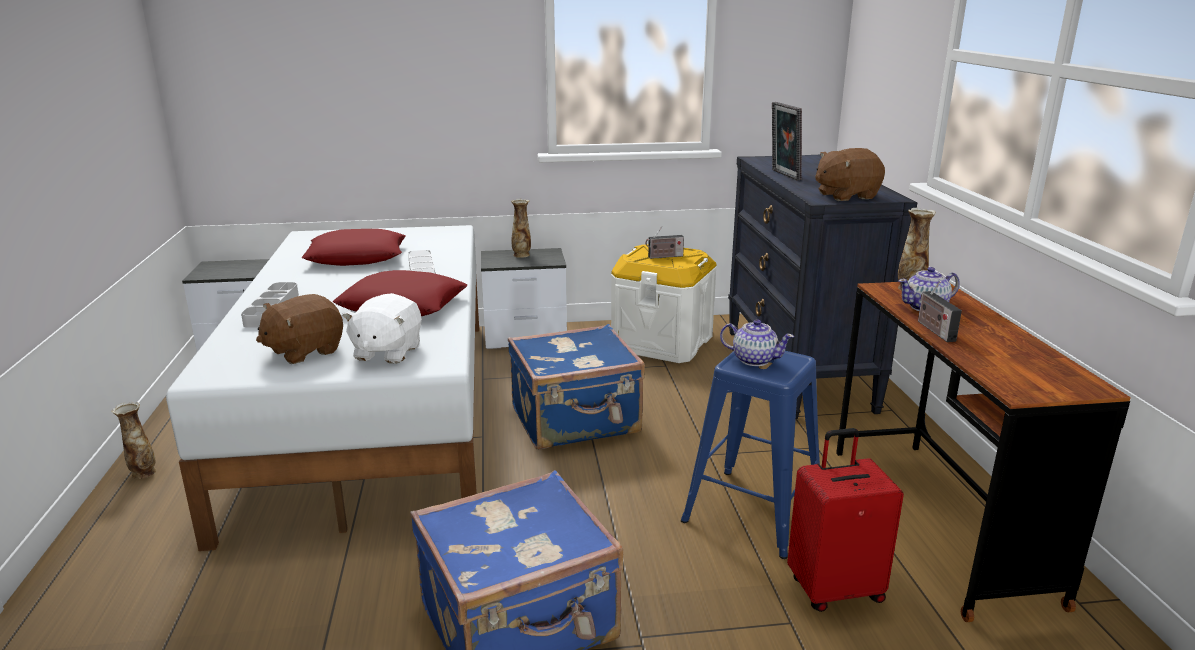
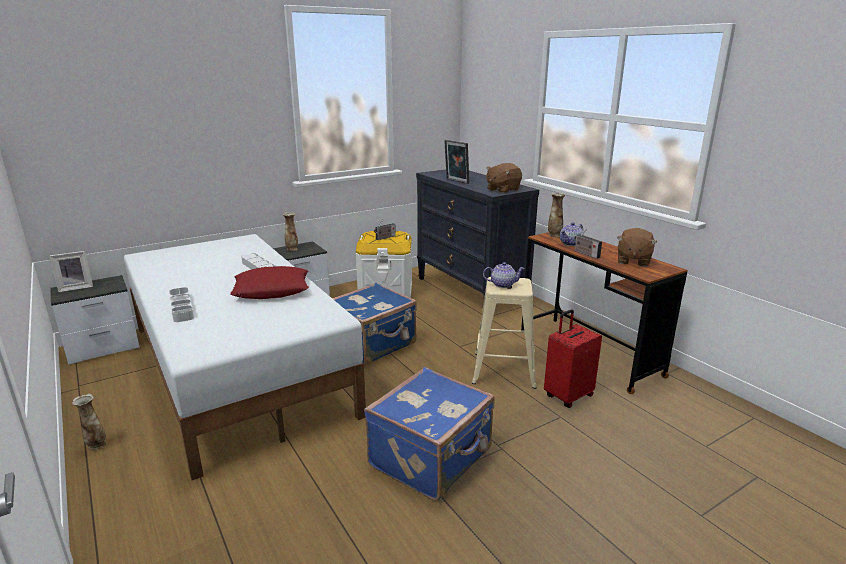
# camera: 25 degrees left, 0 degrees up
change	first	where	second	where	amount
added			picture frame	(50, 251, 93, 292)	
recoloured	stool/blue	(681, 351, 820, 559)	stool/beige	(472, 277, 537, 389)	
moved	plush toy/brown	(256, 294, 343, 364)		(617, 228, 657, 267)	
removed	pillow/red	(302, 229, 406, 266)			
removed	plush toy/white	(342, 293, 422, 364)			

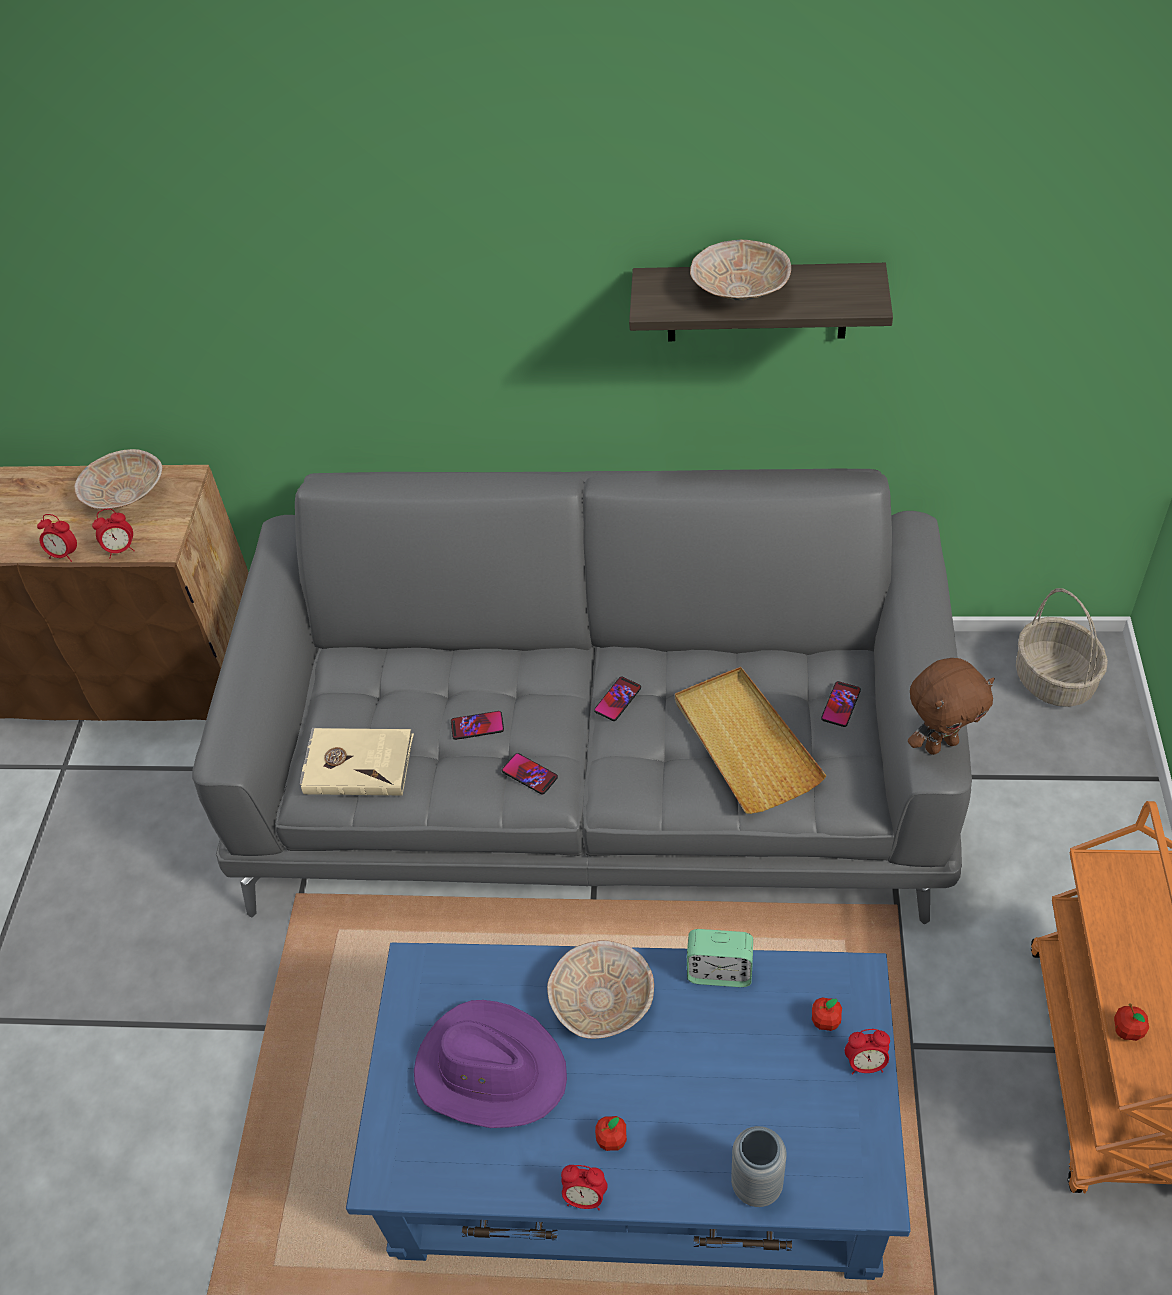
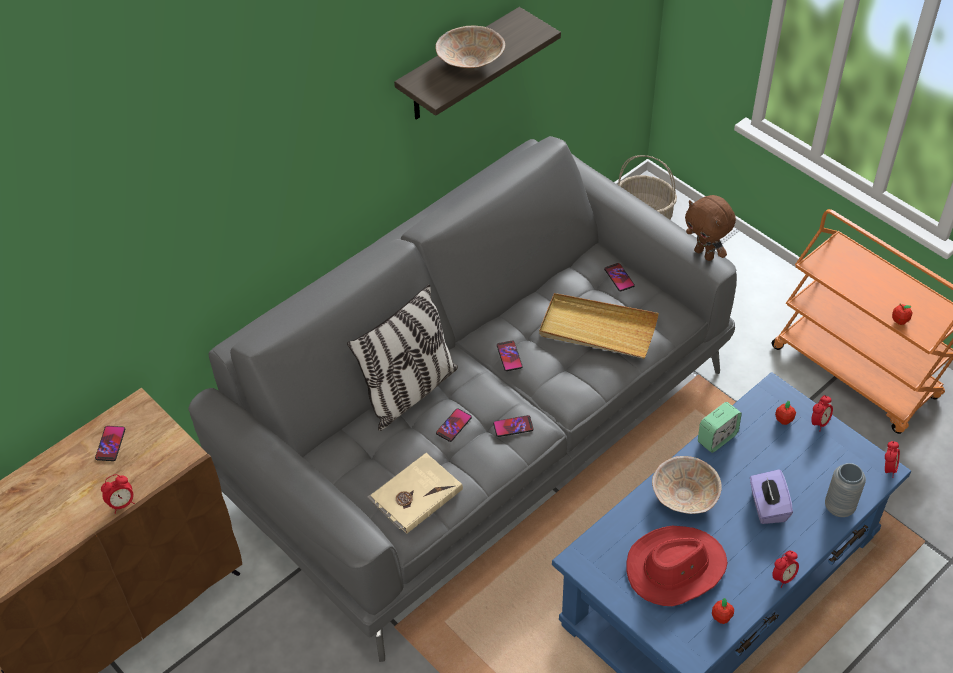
# camera: 50 degrees left, 0 degrees up
change	first	where	second	where	amount
replaced	bowl/beige	(74, 449, 163, 509)	phone	(95, 426, 125, 461)	
added			pillow	(347, 284, 458, 431)	
recoloured	hat/purple	(414, 1000, 567, 1128)	hat/red	(626, 526, 727, 606)	
turned	plush toy/brown	(908, 658, 995, 755)		(685, 195, 736, 261)	120 degrees clockwise
moved	apple	(595, 1116, 627, 1151)		(712, 598, 734, 624)	
added			tissue box/purple	(750, 469, 793, 524)	
moved	alarm clock	(92, 509, 135, 558)		(885, 441, 900, 478)	

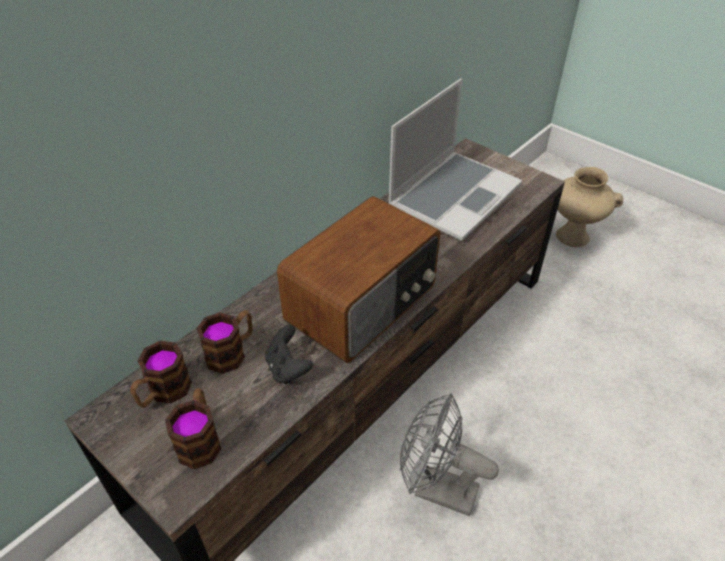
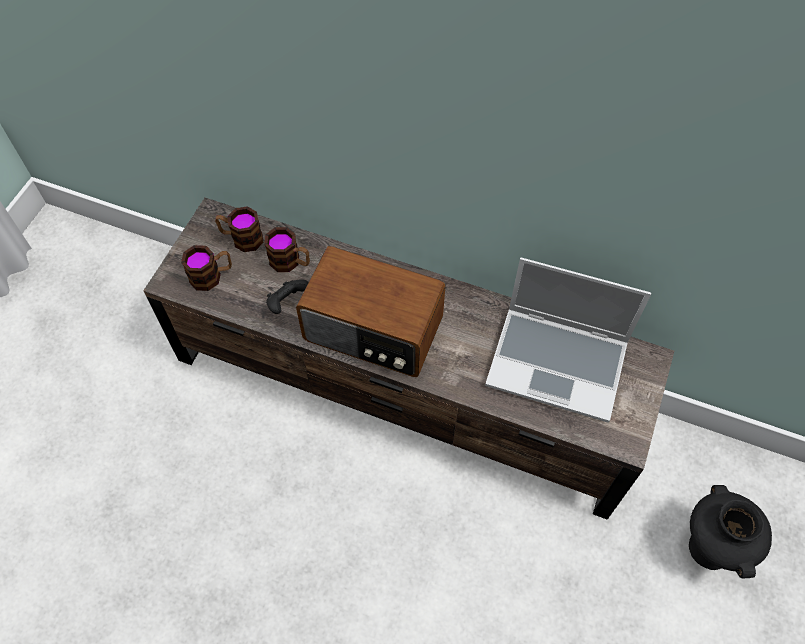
# camera: 70 degrees right, 15 degrees up
change	first	where	second	where	amount
recoloured	vase/beige	(556, 167, 623, 247)	vase/black	(689, 485, 772, 578)	
removed	fan/grey	(400, 393, 499, 516)			

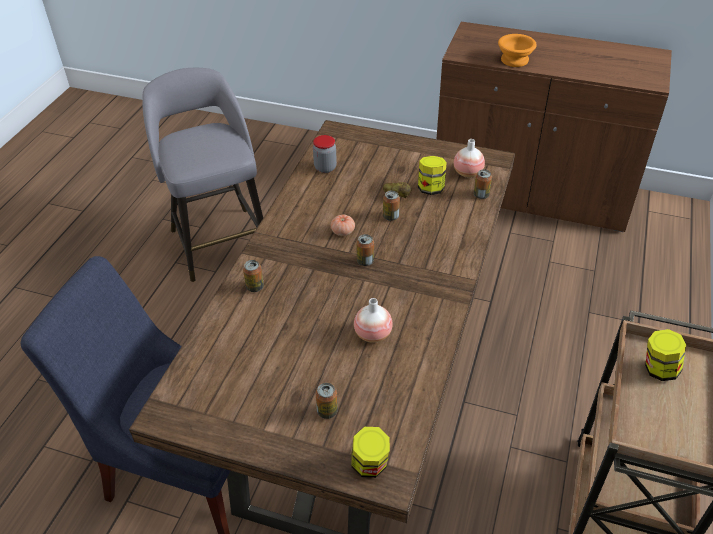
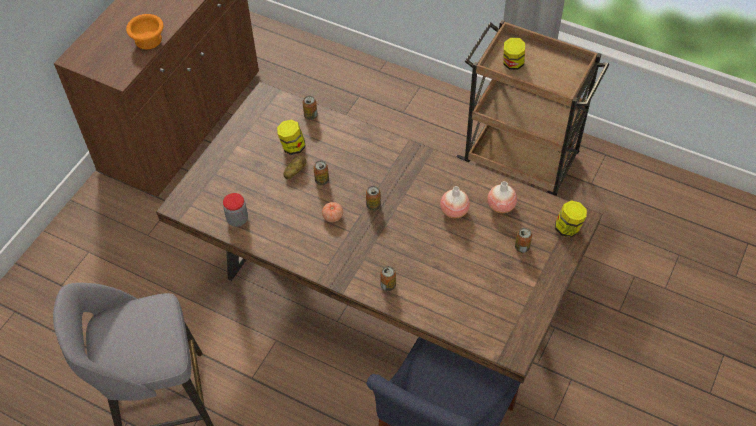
# camera: 80 degrees left, 10 degrees up
change	first	where	second	where	amount
moved	vase	(454, 139, 485, 178)		(487, 181, 517, 213)	

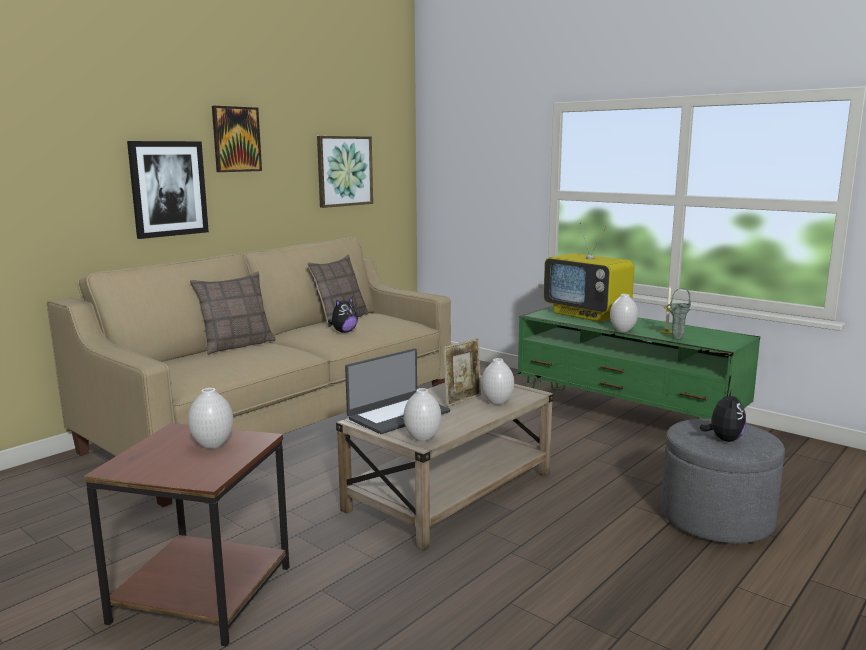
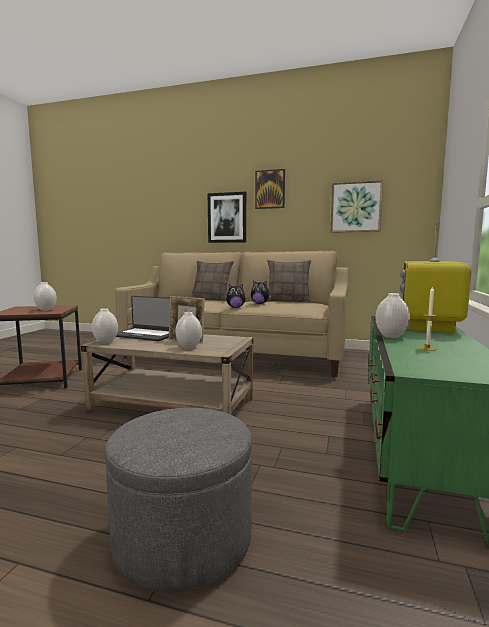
# camera: 65 degrees right, 5 degrees down
change	first	where	second	where	amount
moved	plush toy	(700, 389, 746, 442)		(226, 284, 246, 308)	
removed	vase/green	(666, 288, 691, 340)			

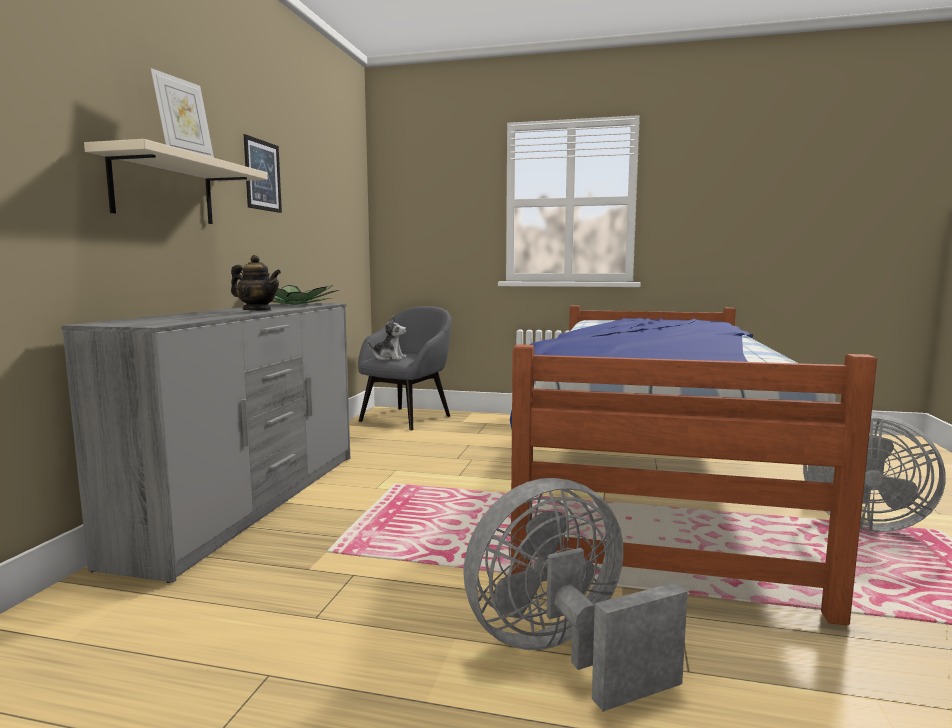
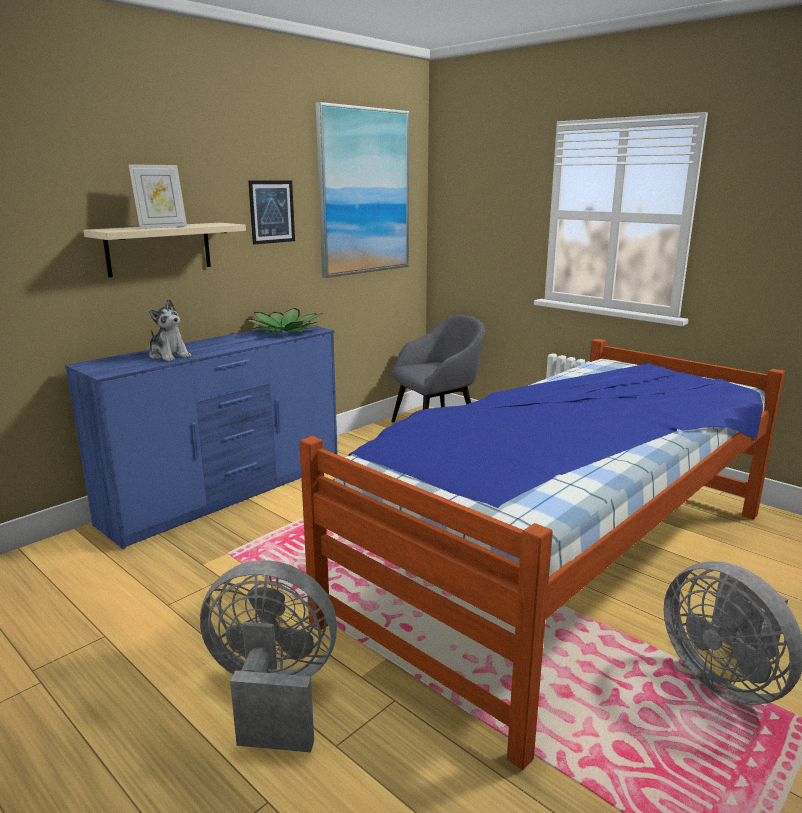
# camera: 30 degrees right, 10 degrees up
change	first	where	second	where	amount
recoloured	dresser/grey	(61, 303, 350, 583)	dresser/blue	(65, 325, 338, 549)	
moved	plush toy	(368, 316, 407, 360)		(149, 299, 191, 361)	
added			picture	(316, 102, 409, 278)	
removed	teapot	(231, 255, 281, 311)			

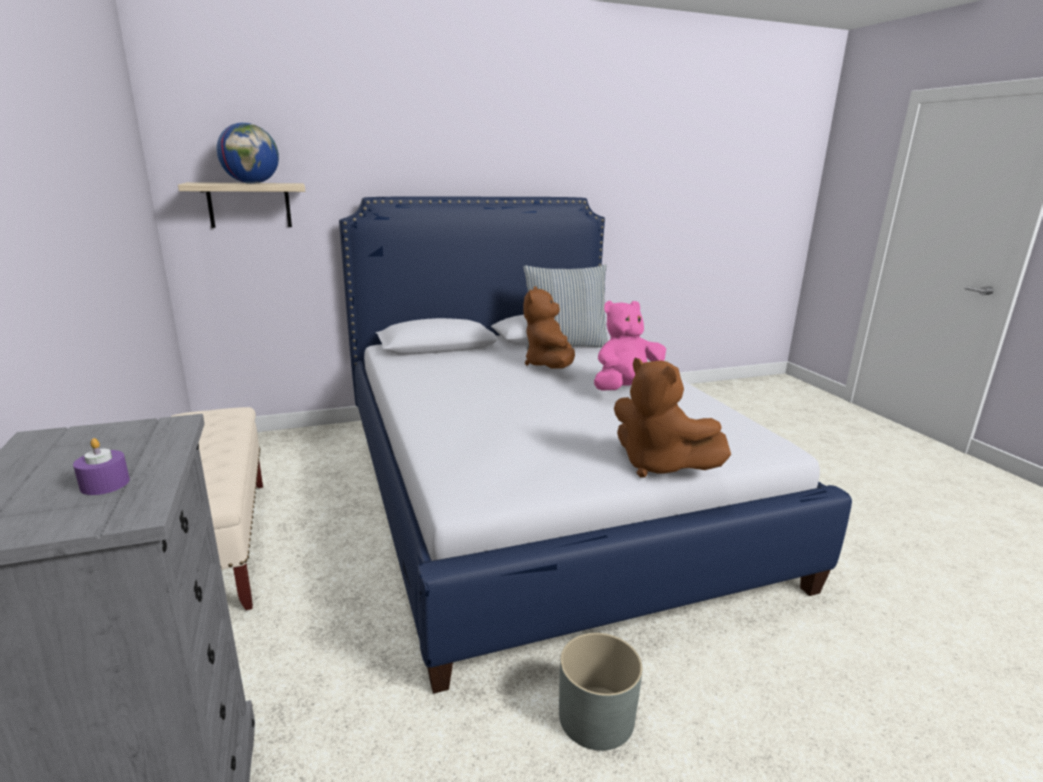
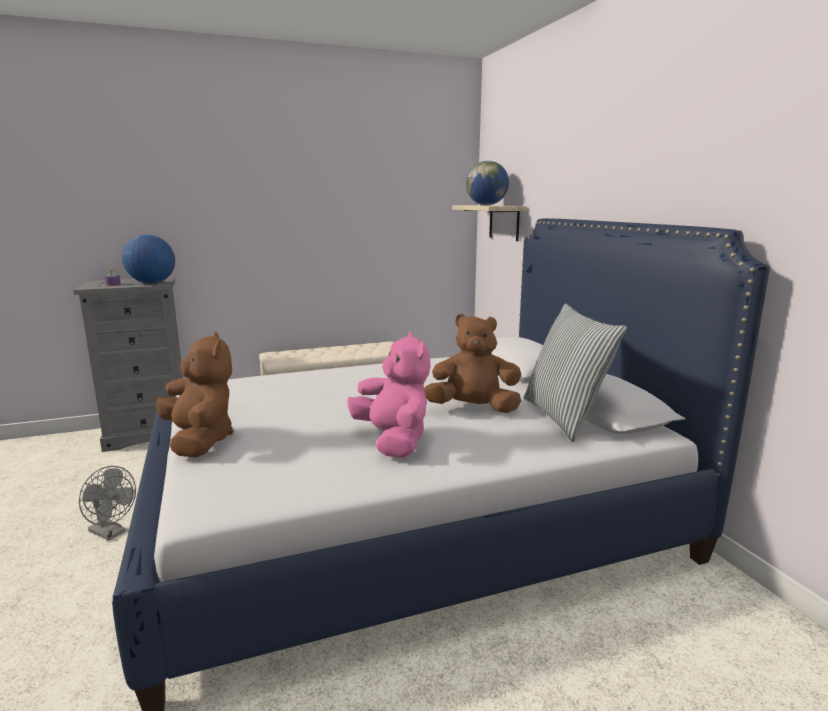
# camera: 90 degrees right, 5 degrees down
change	first	where	second	where	amount
replaced	planter/grey	(559, 633, 643, 751)	fan/grey	(79, 466, 136, 541)	
added			globe	(122, 235, 175, 284)	
turned	plush toy/brown	(614, 358, 731, 478)		(156, 332, 234, 457)	105 degrees clockwise

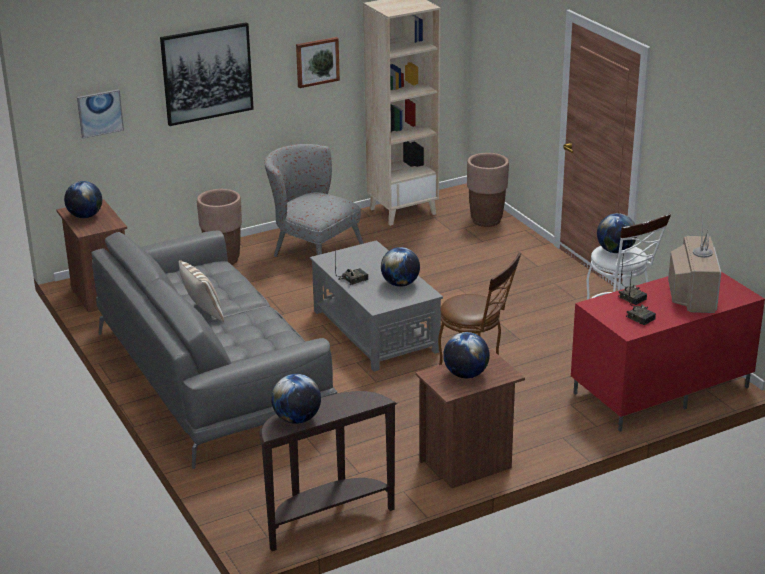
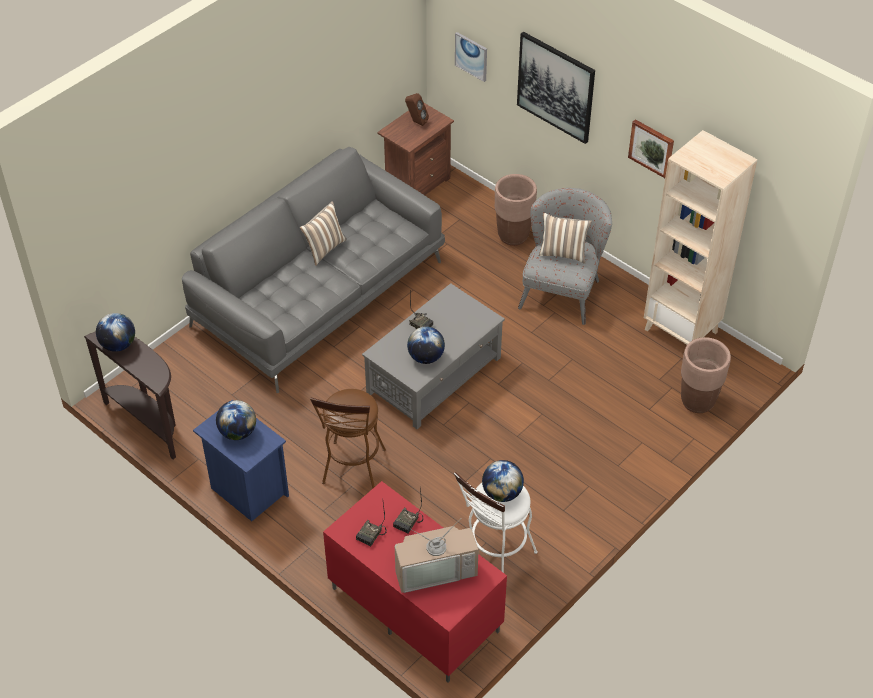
# camera: 70 degrees right, 20 degrees up
change	first	where	second	where	amount
recoloured	nightstand/brown	(415, 350, 525, 488)	nightstand/blue	(193, 400, 289, 521)	
replaced	globe	(64, 181, 102, 218)	speaker/brown	(405, 93, 429, 126)	
added			pillow	(539, 213, 592, 263)	

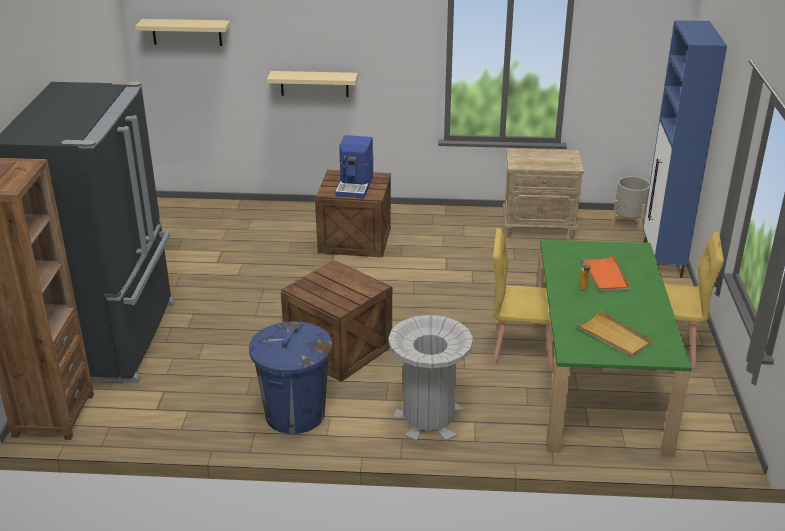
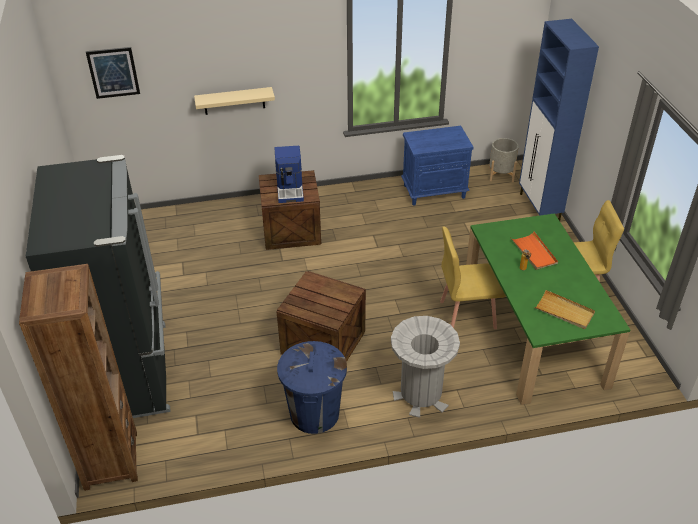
# camera: 15 degrees left, 10 degrees up
change	first	where	second	where	amount
replaced	shelf/beige	(135, 19, 230, 46)	picture	(86, 47, 140, 99)	
recoloured	nightstand/beige	(503, 149, 584, 239)	nightstand/blue	(401, 126, 474, 205)	

